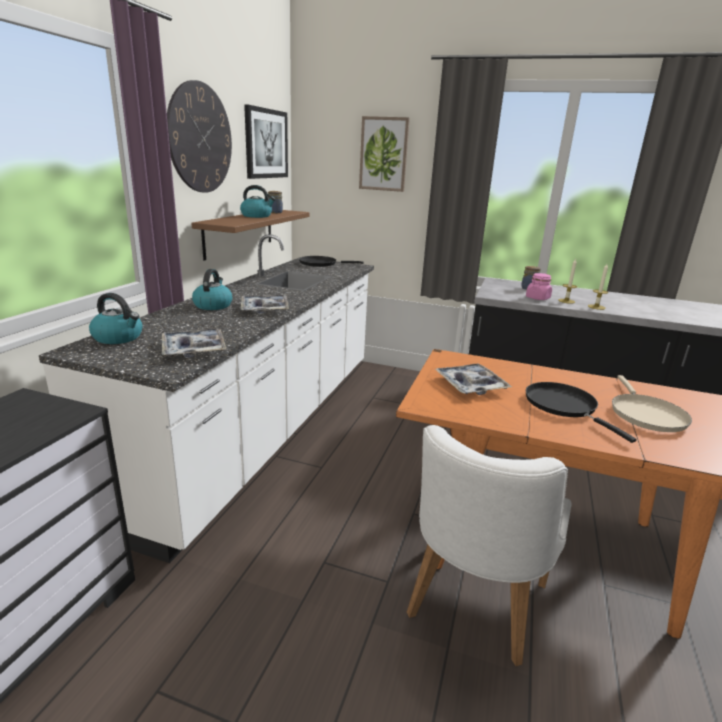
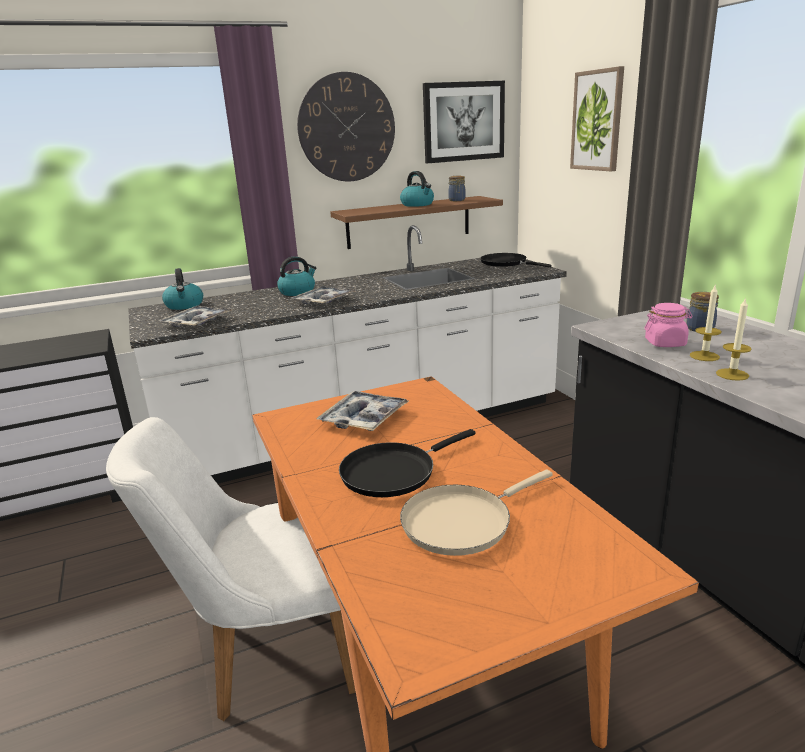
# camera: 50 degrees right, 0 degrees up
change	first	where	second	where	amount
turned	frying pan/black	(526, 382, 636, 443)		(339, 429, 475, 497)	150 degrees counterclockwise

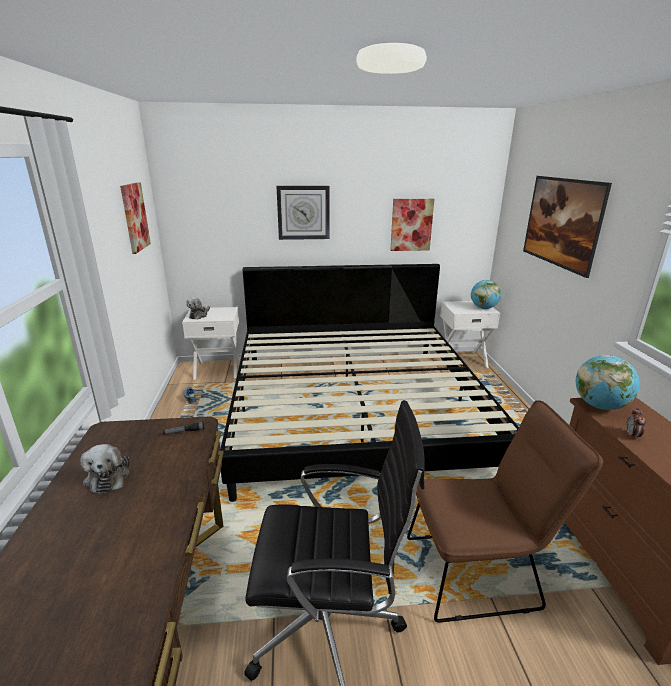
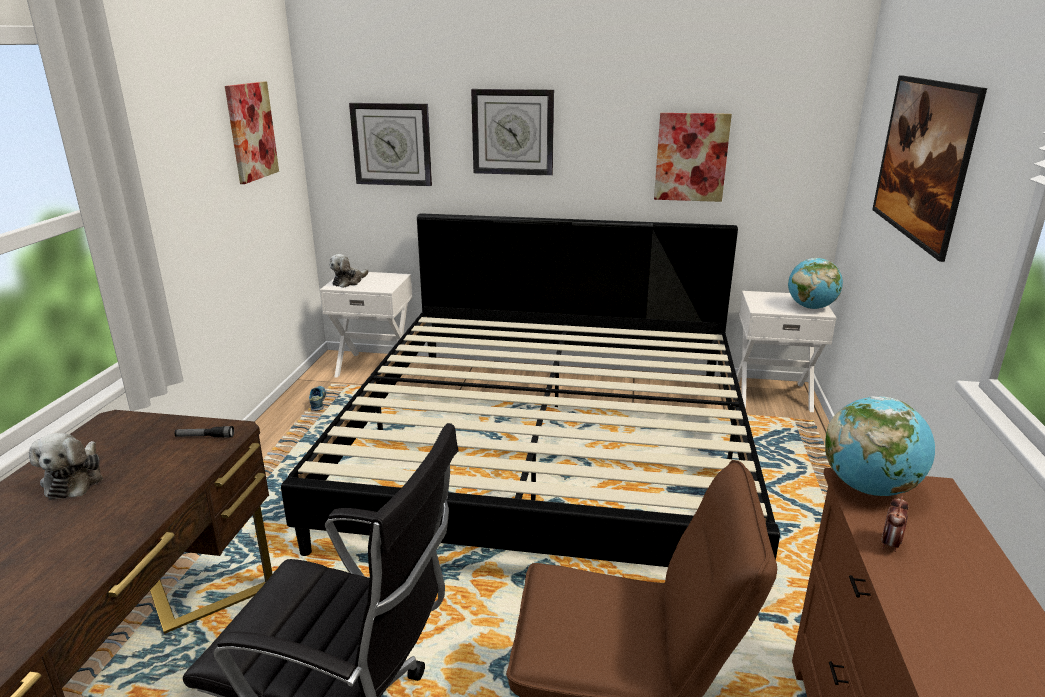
# camera: 15 degrees right, 0 degrees up
change	first	where	second	where	amount
added			wall clock	(349, 103, 432, 186)	

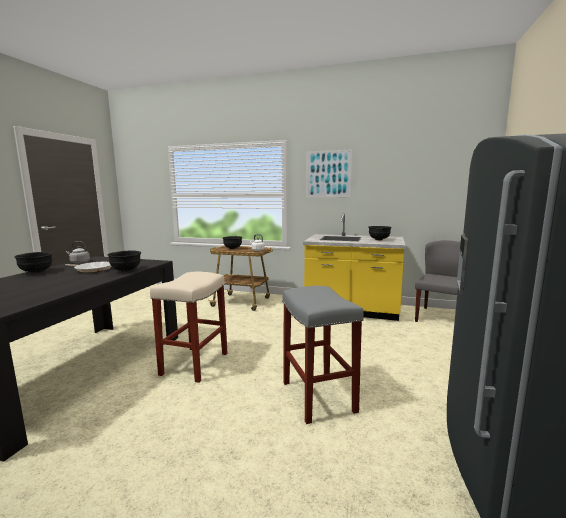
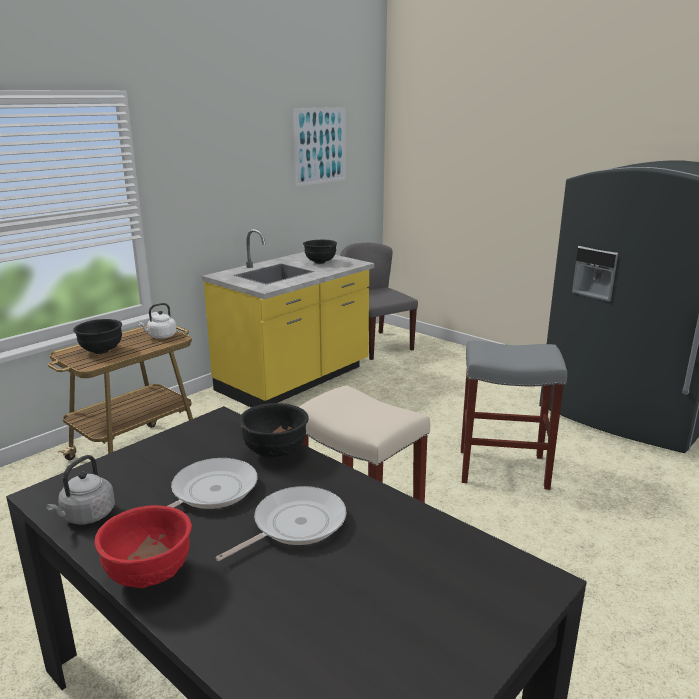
# camera: 65 degrees left, 10 degrees up
change	first	where	second	where	amount
recoloured	bowl/black	(15, 252, 53, 274)	bowl/red	(95, 505, 192, 588)	
added			frying pan	(215, 486, 347, 561)	
moved	picture	(306, 150, 352, 197)		(293, 107, 346, 187)	

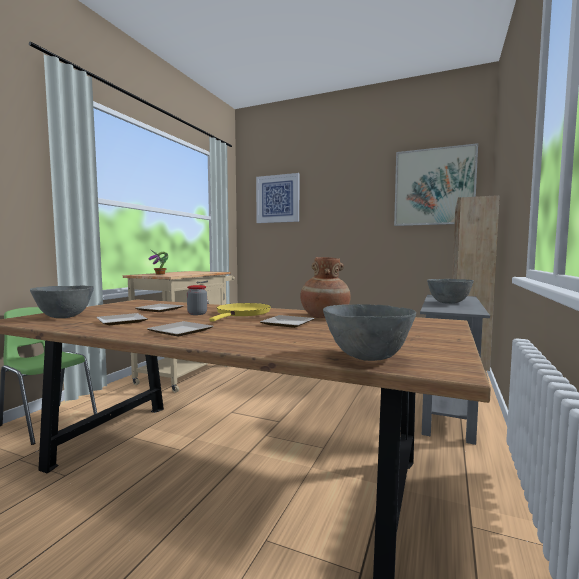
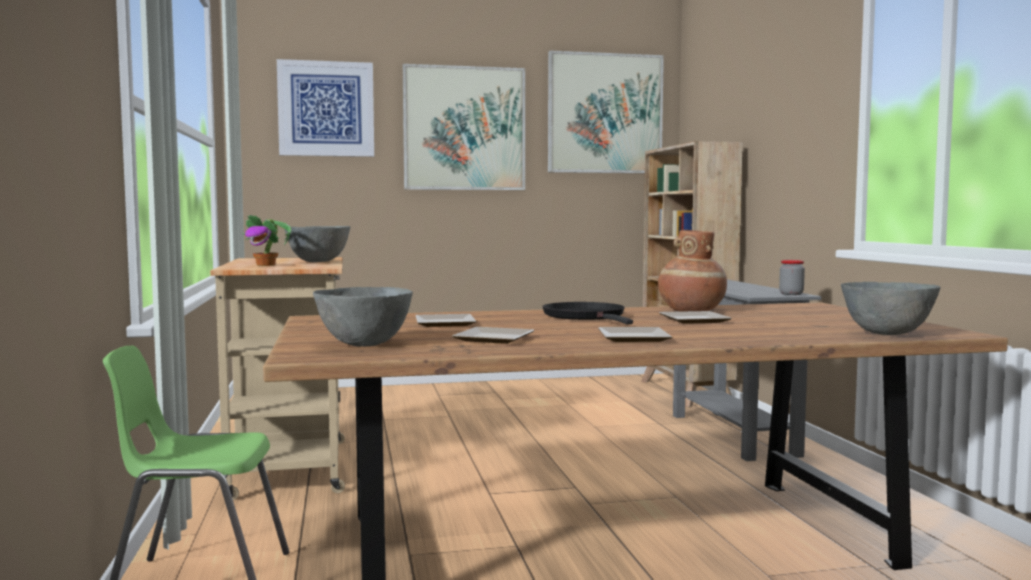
# camera: 35 degrees left, 0 degrees up
change	first	where	second	where	amount
moved	bowl/grey	(427, 279, 474, 304)		(284, 226, 350, 262)	
added			picture	(403, 64, 525, 190)	
recoloured	frying pan/yellow	(209, 303, 271, 322)	frying pan/black	(542, 302, 633, 324)	
moved	jar	(187, 285, 207, 315)		(779, 260, 805, 295)	

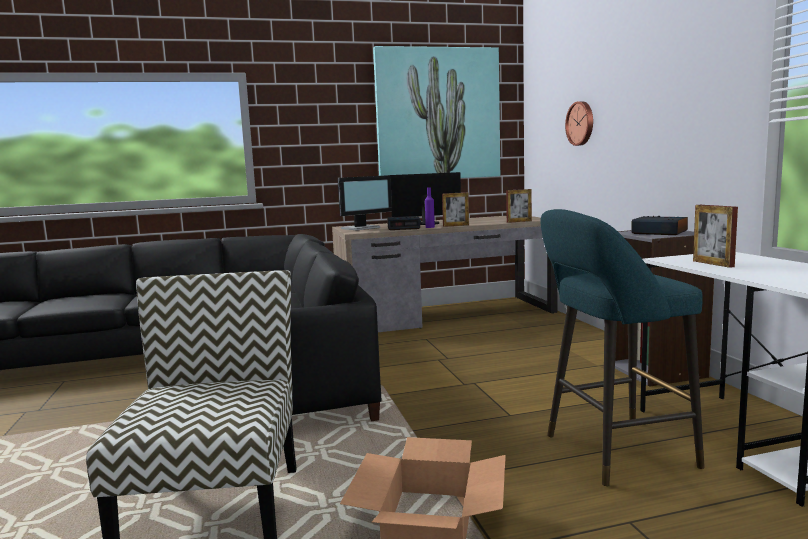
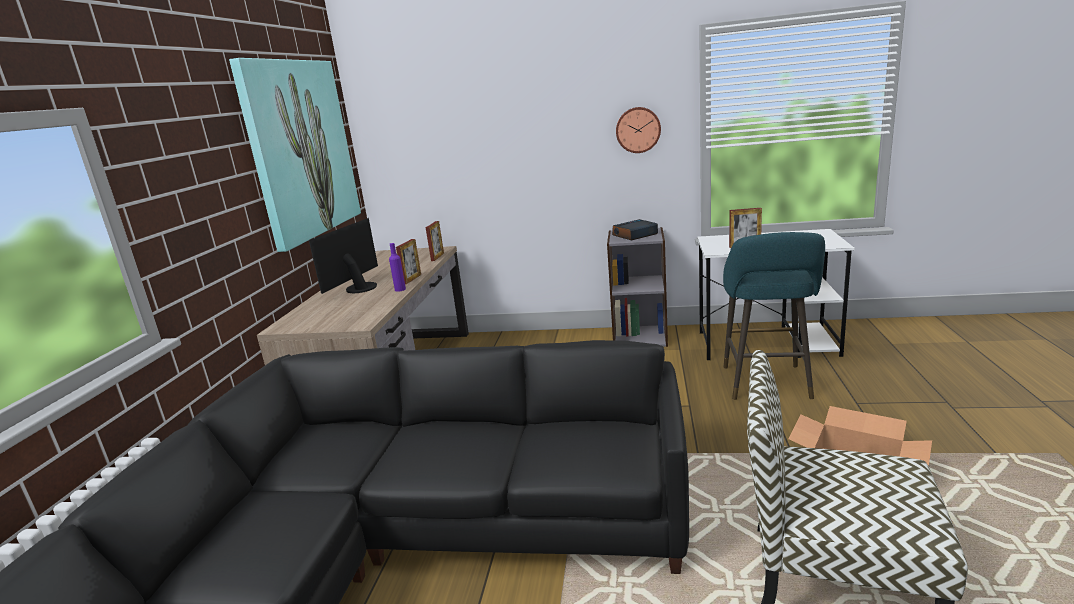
# camera: 65 degrees left, 10 degrees up
change	first	where	second	where	amount
moved	wall clock	(565, 101, 593, 146)		(616, 107, 661, 153)	
removed	monitor	(337, 175, 392, 230)			
removed	alarm clock	(387, 216, 421, 230)			

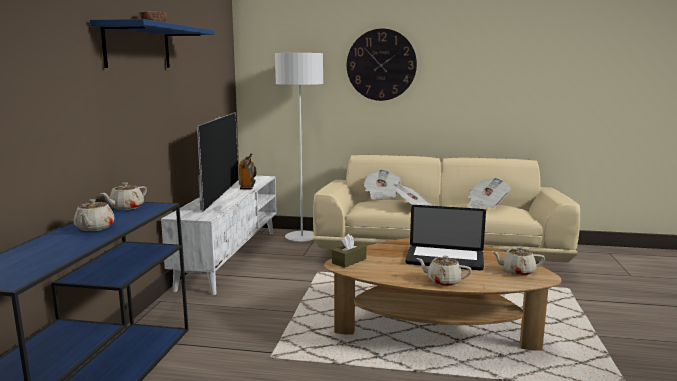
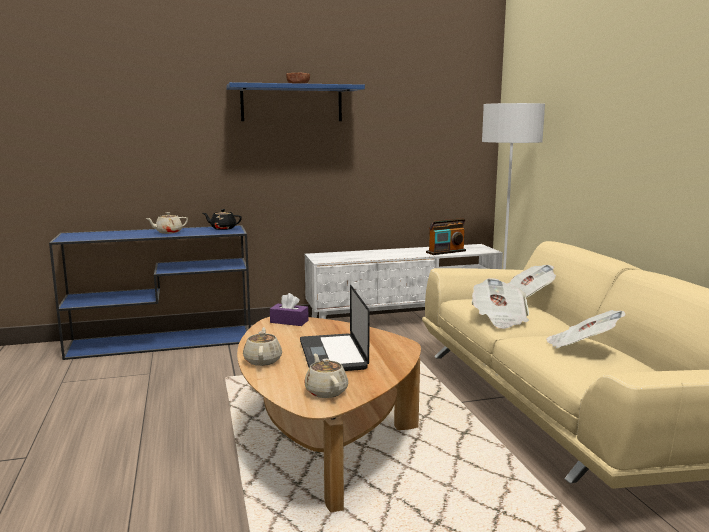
# camera: 65 degrees right, 0 degrees up
change	first	where	second	where	amount
recoloured	teapot/beige	(100, 182, 147, 210)	teapot/black	(203, 209, 242, 230)	
recoloured	tissue box/brown	(332, 234, 366, 268)	tissue box/purple	(270, 293, 309, 326)	
removed	television	(197, 113, 239, 212)			
removed	wall clock	(347, 29, 417, 101)			

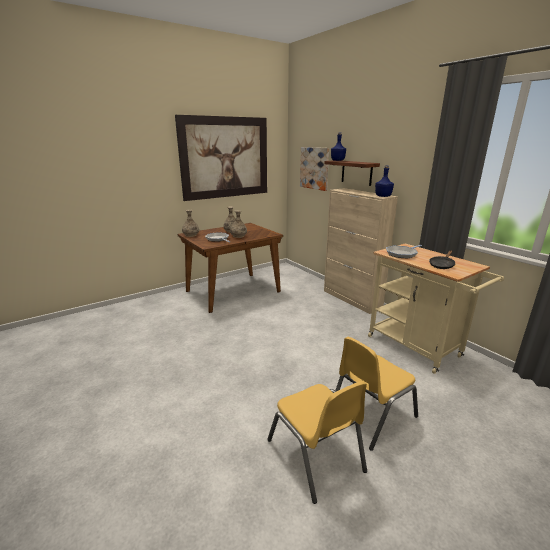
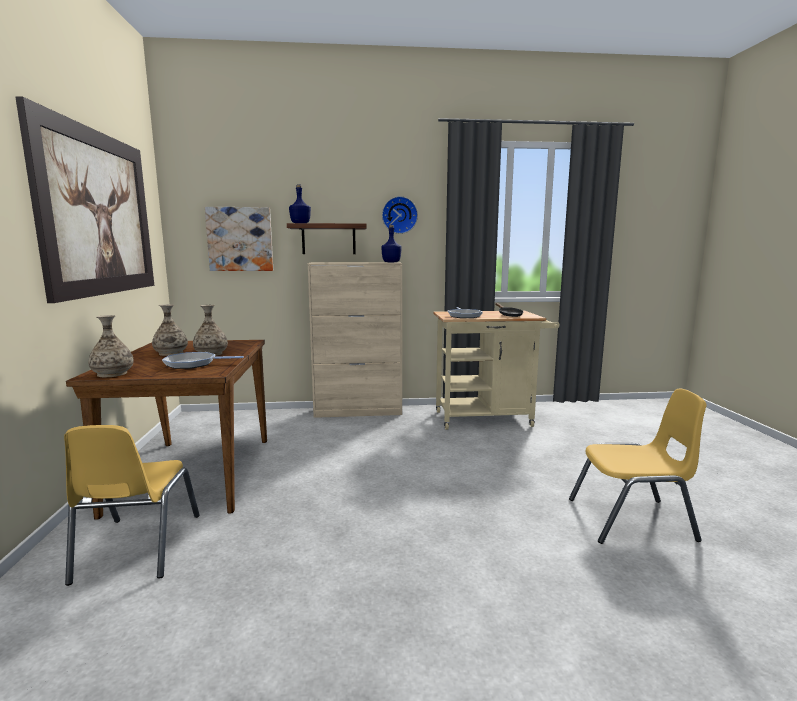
# camera: 60 degrees left, 10 degrees down
change	first	where	second	where	amount
moved	chair/yellow	(335, 337, 418, 451)		(64, 425, 200, 586)	
added			wall clock	(382, 196, 418, 234)	

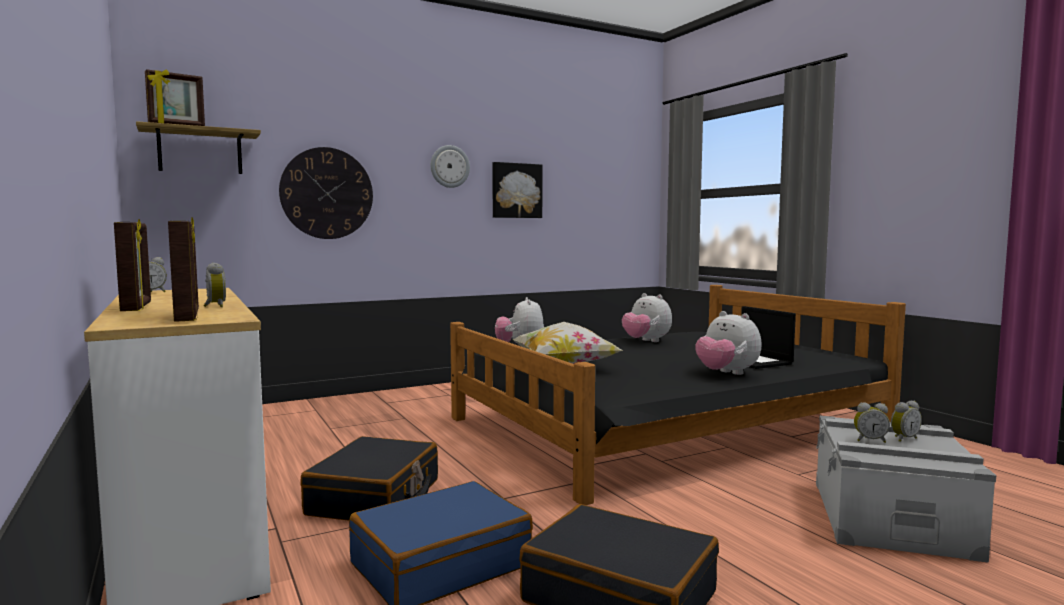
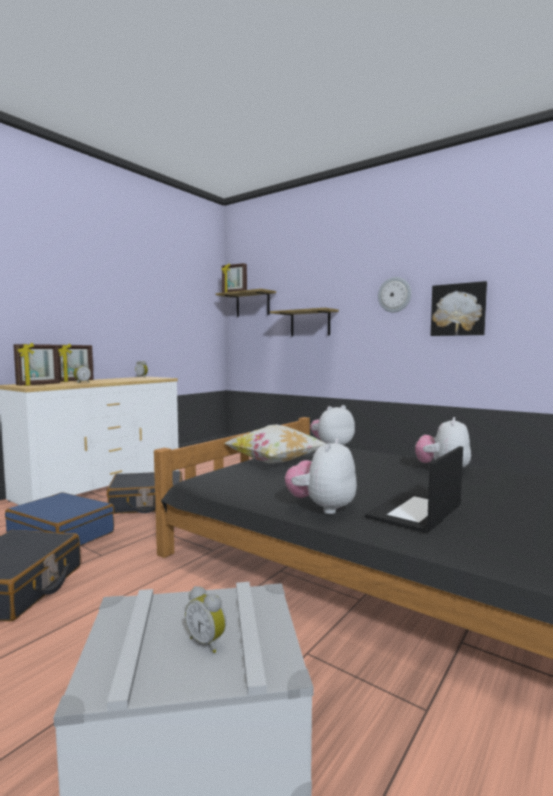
# camera: 65 degrees right, 0 degrees up
change	first	where	second	where	amount
replaced	wall clock	(279, 147, 373, 239)	shelf	(270, 308, 339, 336)	
removed	alarm clock	(854, 403, 890, 443)			

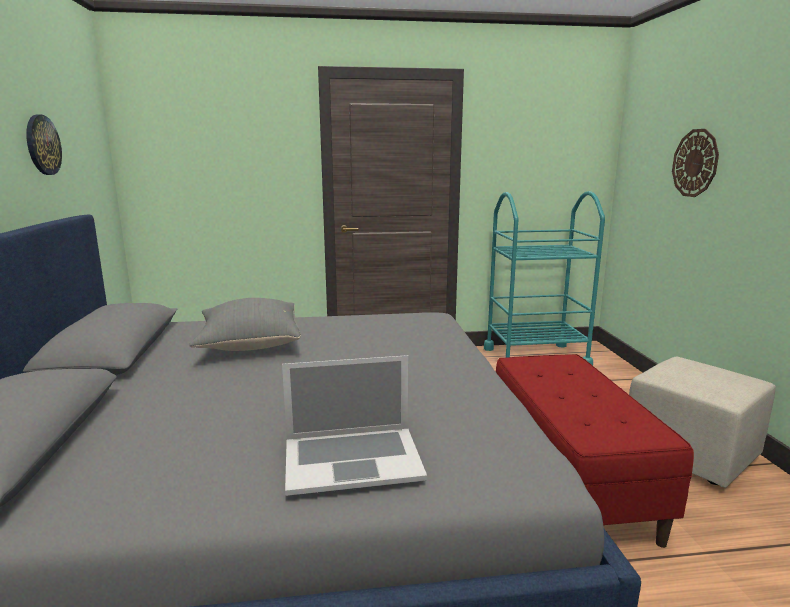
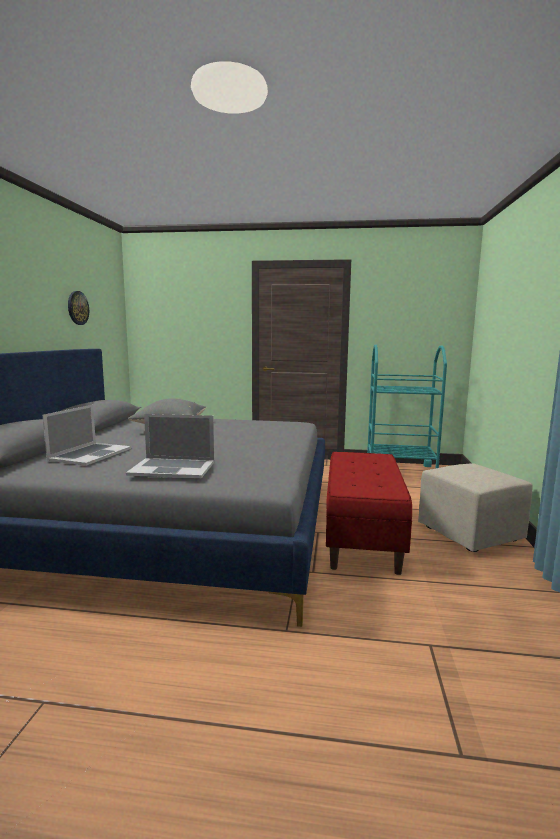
# camera: 15 degrees right, 5 degrees down
change	first	where	second	where	amount
added			laptop	(43, 405, 131, 466)	
removed	wall clock	(672, 129, 719, 197)			

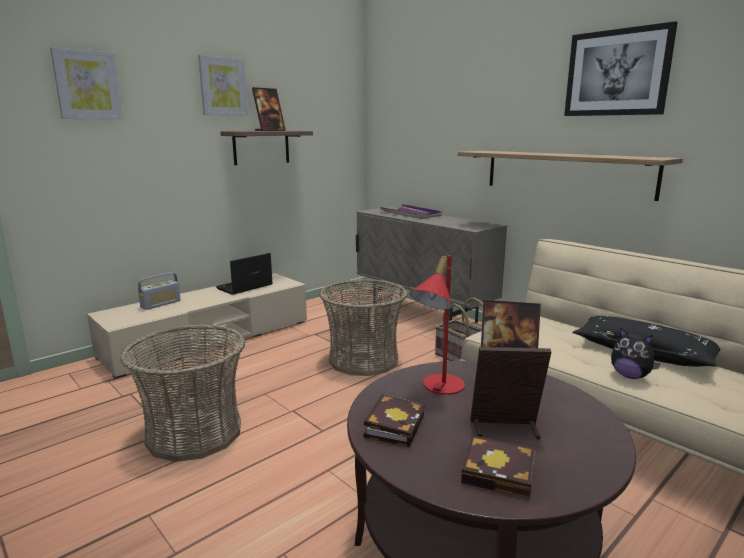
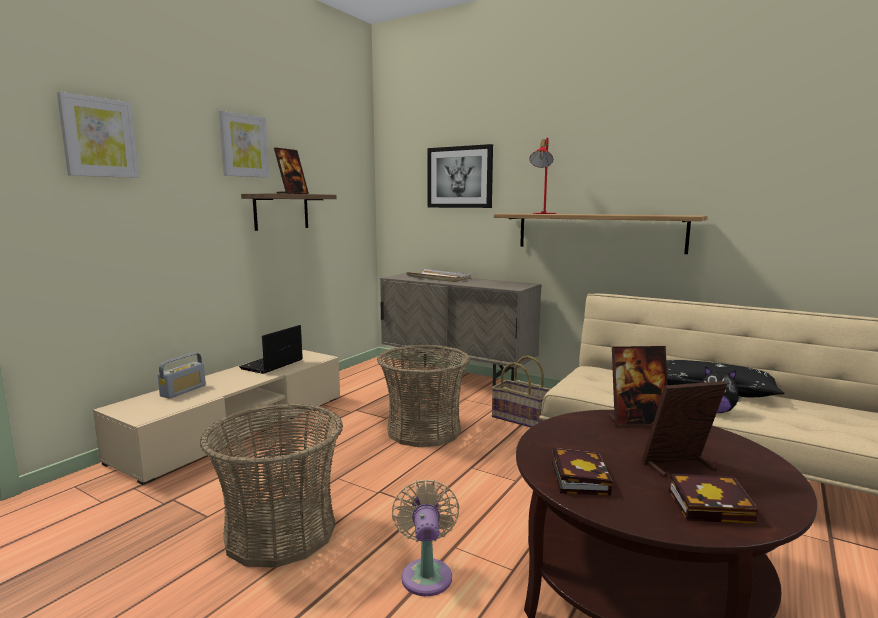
# camera: 15 degrees left, 5 degrees down
change	first	where	second	where	amount
added			fan/beige	(392, 479, 459, 596)	
recoloured	tray/purple	(380, 204, 442, 219)	tray/white	(406, 269, 471, 282)	
moved	picture	(564, 21, 678, 116)		(427, 144, 493, 208)	
moved	table lamp/red	(410, 255, 465, 395)		(530, 138, 556, 214)	

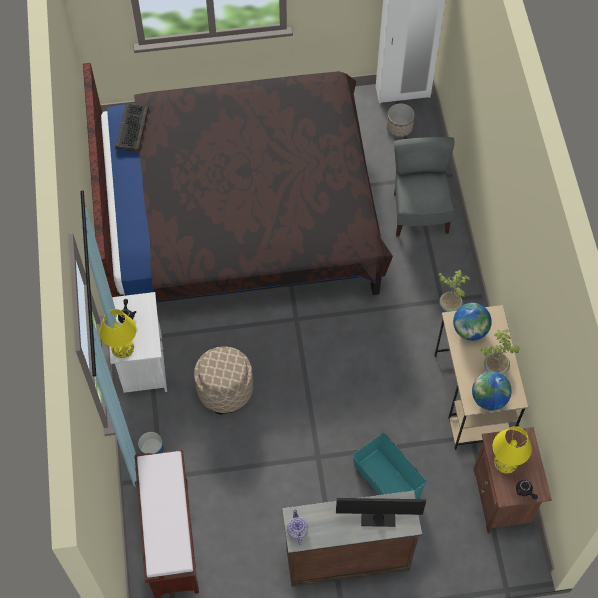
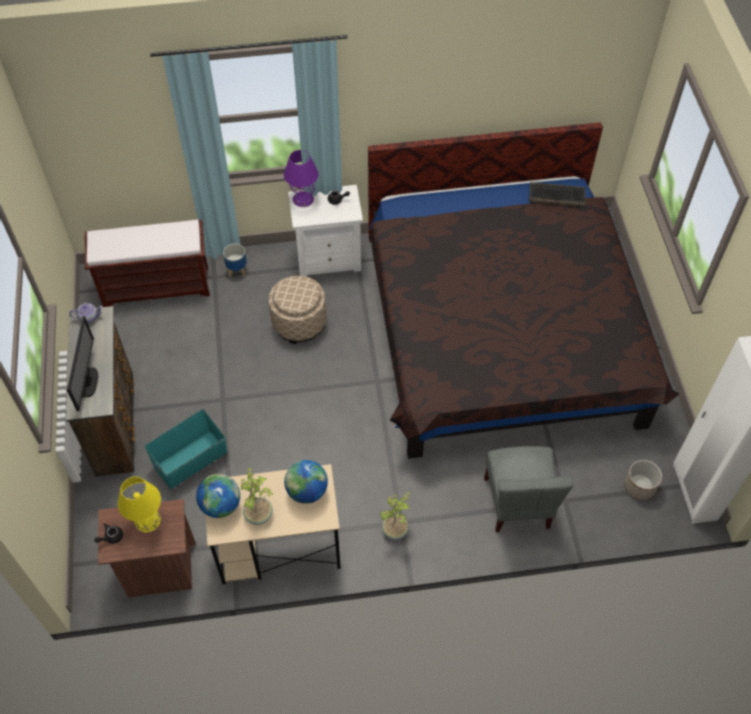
# camera: 90 degrees right, 5 degrees down
change	first	where	second	where	amount
recoloured	table lamp/yellow	(99, 309, 137, 358)	table lamp/purple	(284, 150, 319, 207)	
turned	chair/grey	(394, 137, 455, 237)		(484, 446, 574, 532)	90 degrees clockwise

